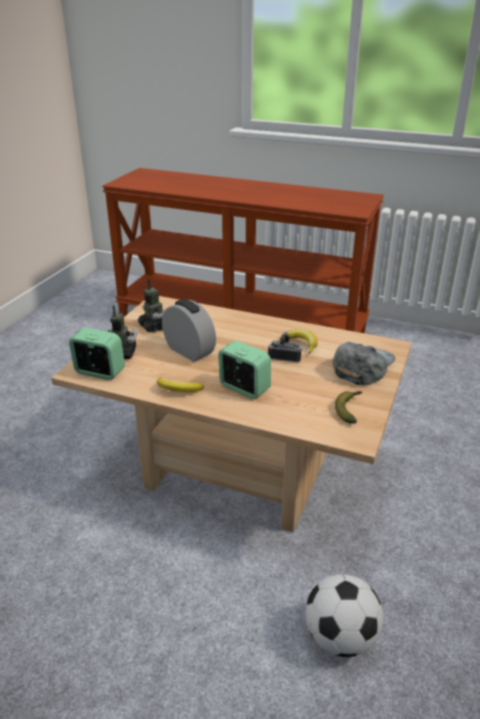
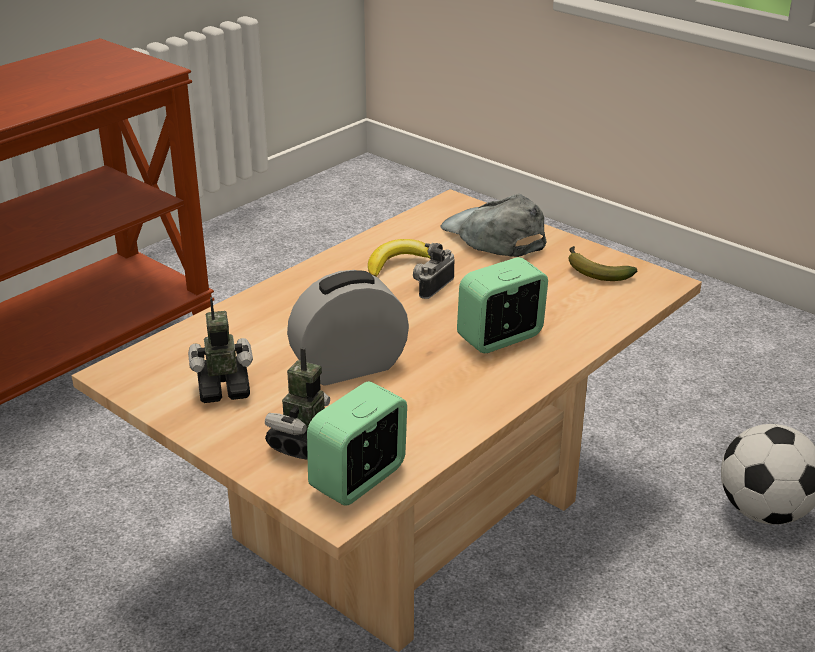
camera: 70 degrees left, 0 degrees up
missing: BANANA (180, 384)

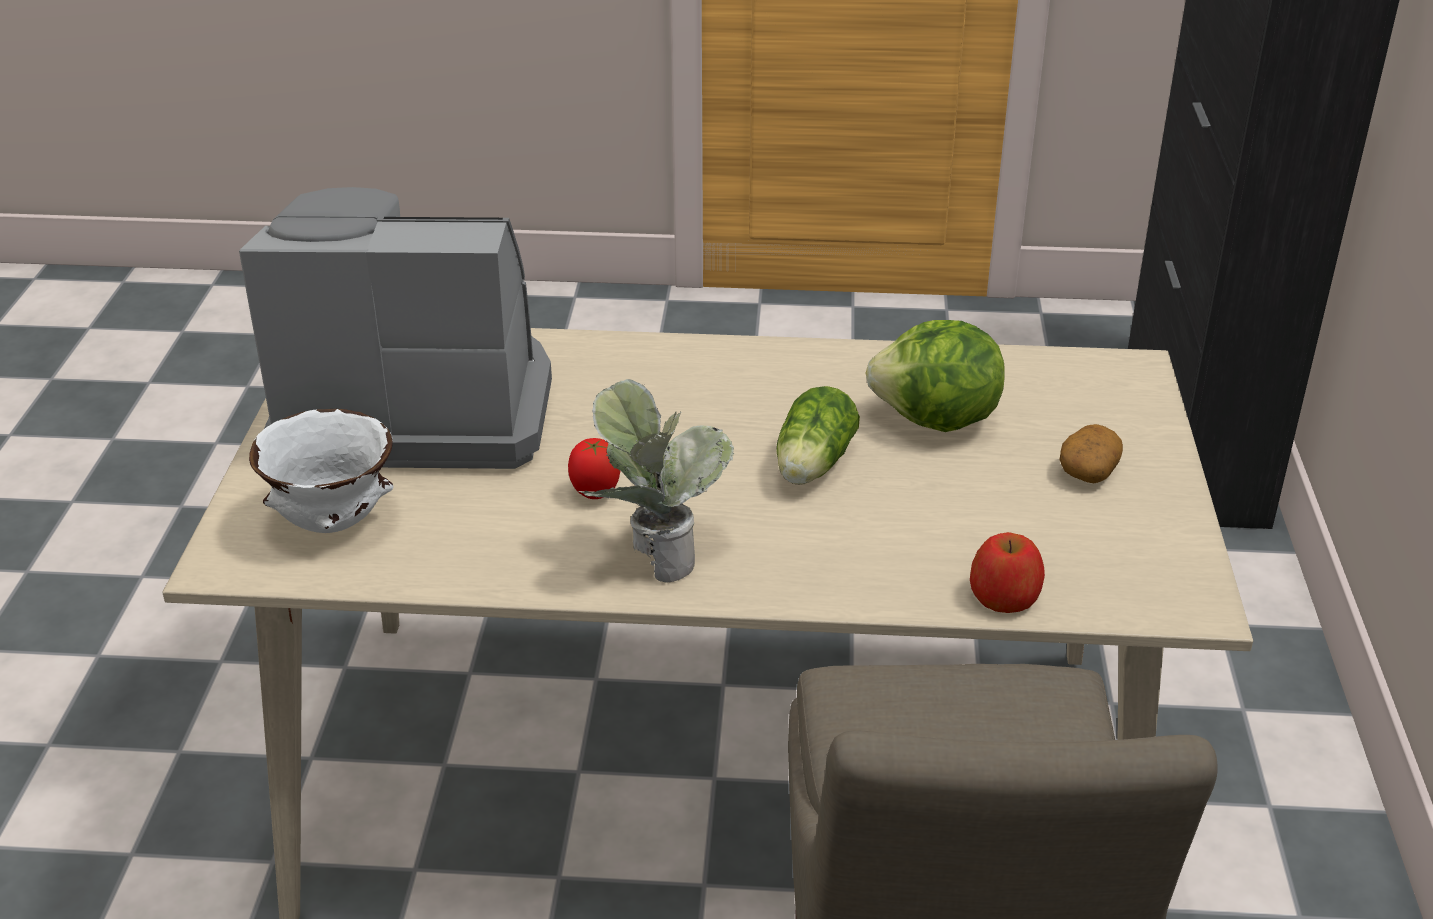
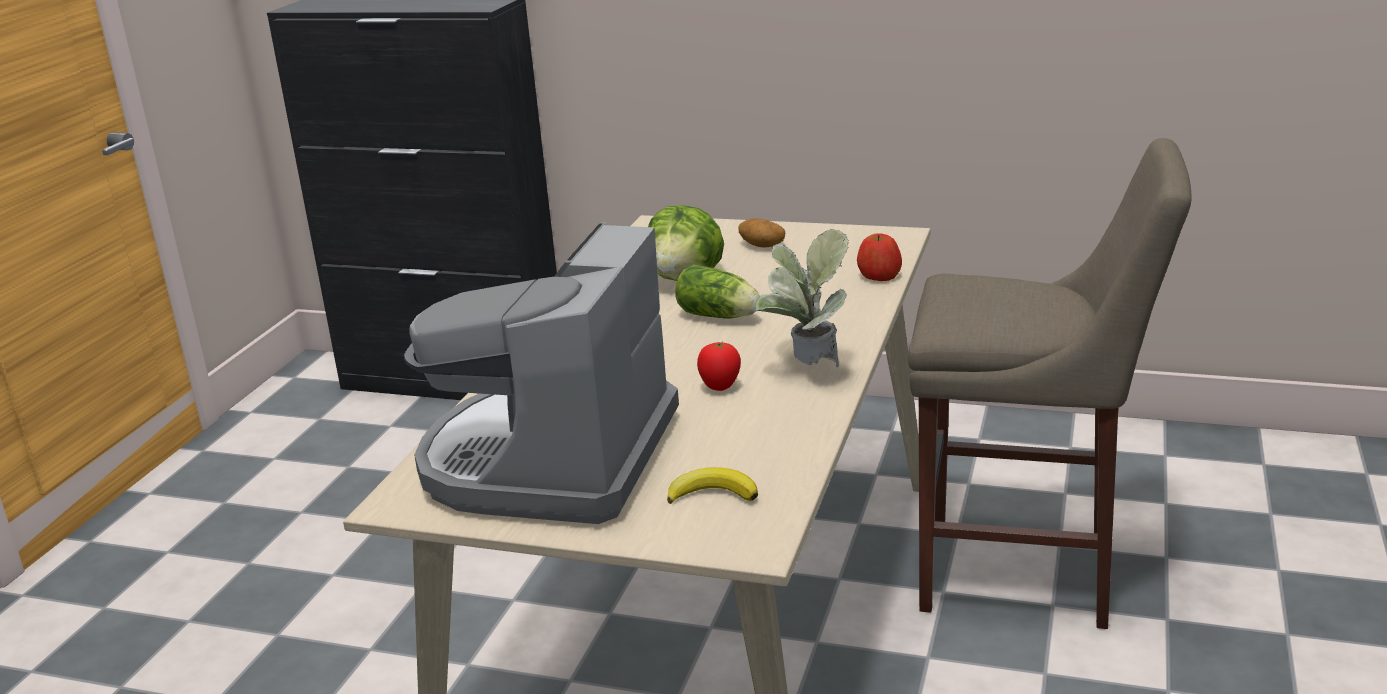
camera: 75 degrees left, 10 degrees down
exchanged: WHITE BOWL (321, 471) to BANANA (712, 485)

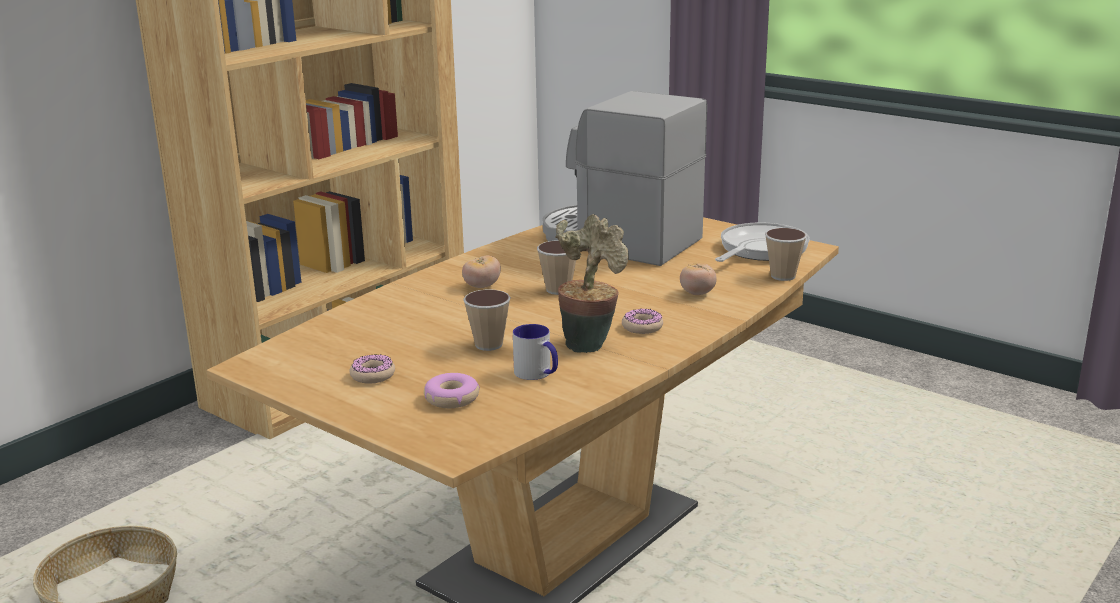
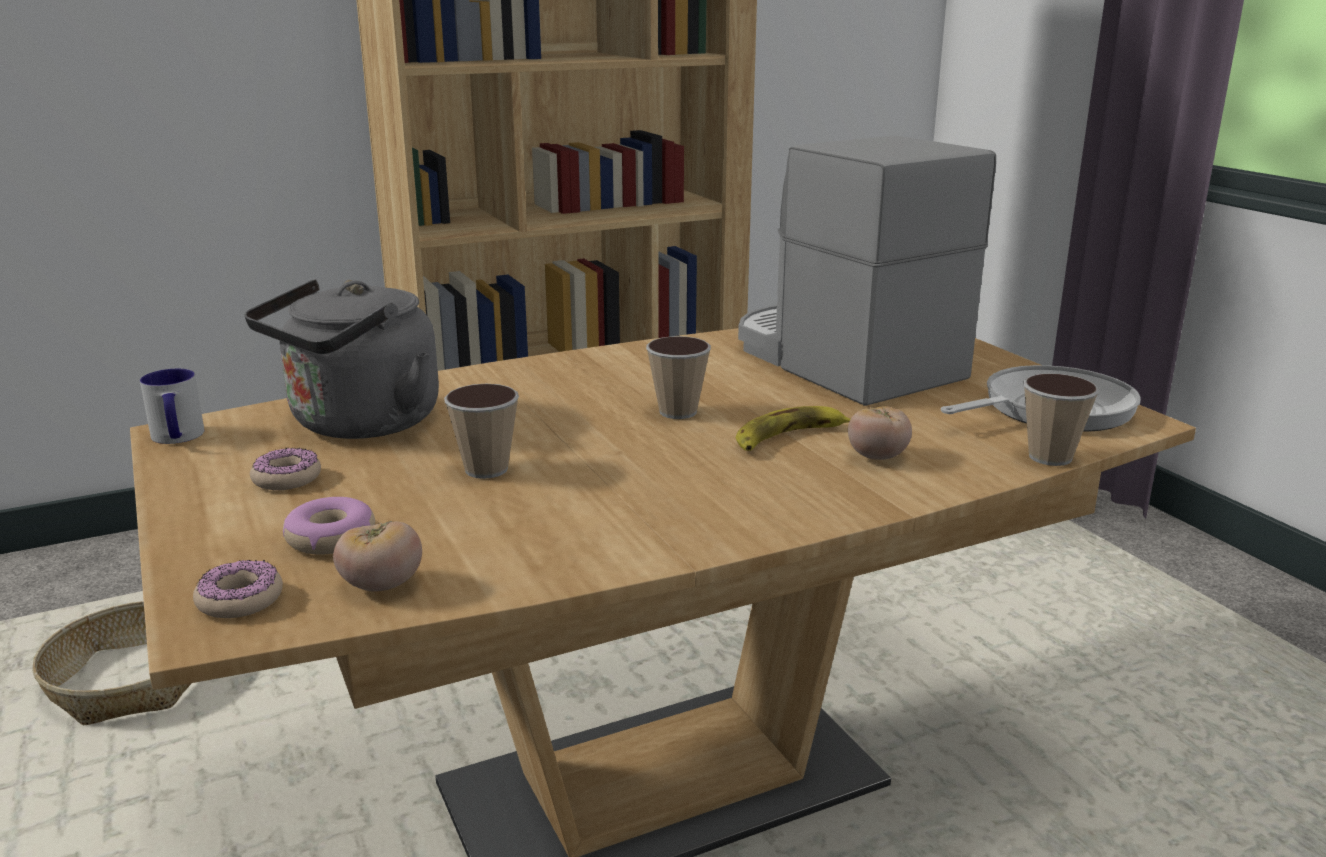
camera: 25 degrees right, 0 degrees up
missing: POTTED PLANT (592, 283)
appeared: GREY KETTLE (342, 359); BANANA (793, 428)
relocated: MUG (535, 352) to (172, 406); DONUT (642, 321) to (238, 589); TOMATO (481, 272) to (377, 556)

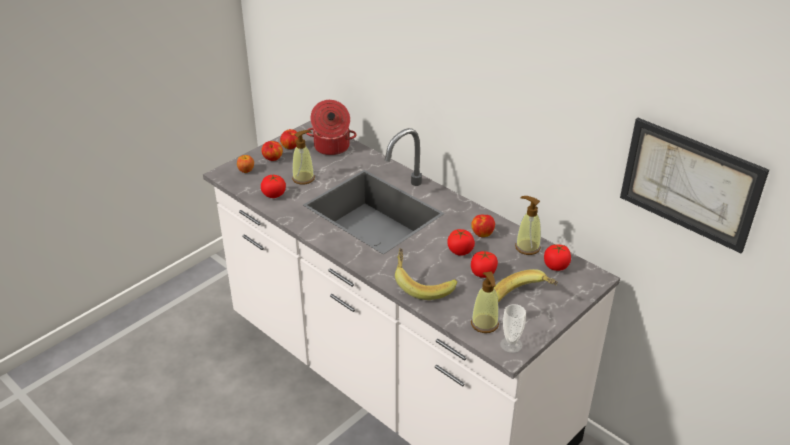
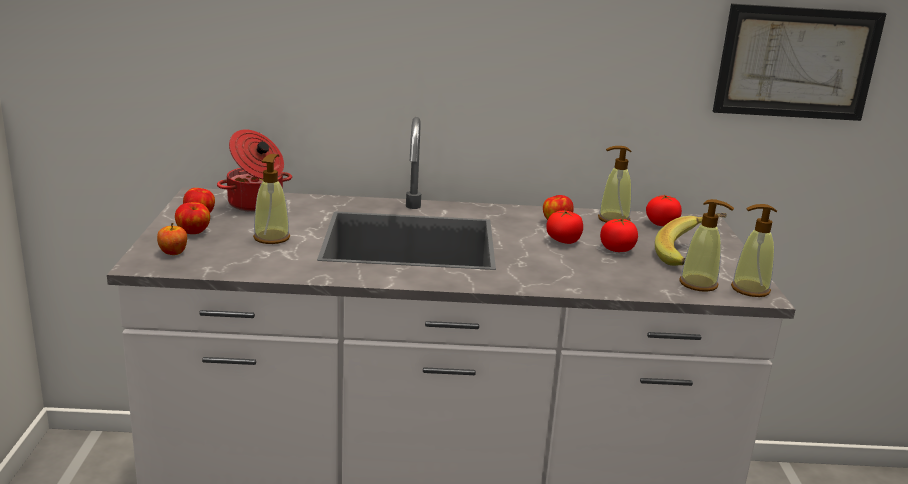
camera: 45 degrees left, 15 degrees down
missing: TOMATO (273, 186); BANANA (426, 274)
exchanged: CUP (513, 328) to SOAP DISPENSER (754, 250)

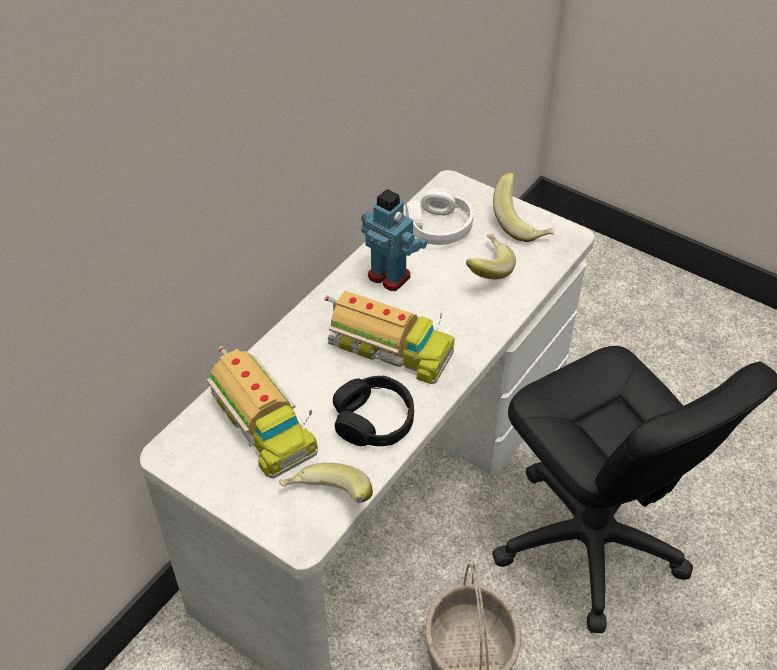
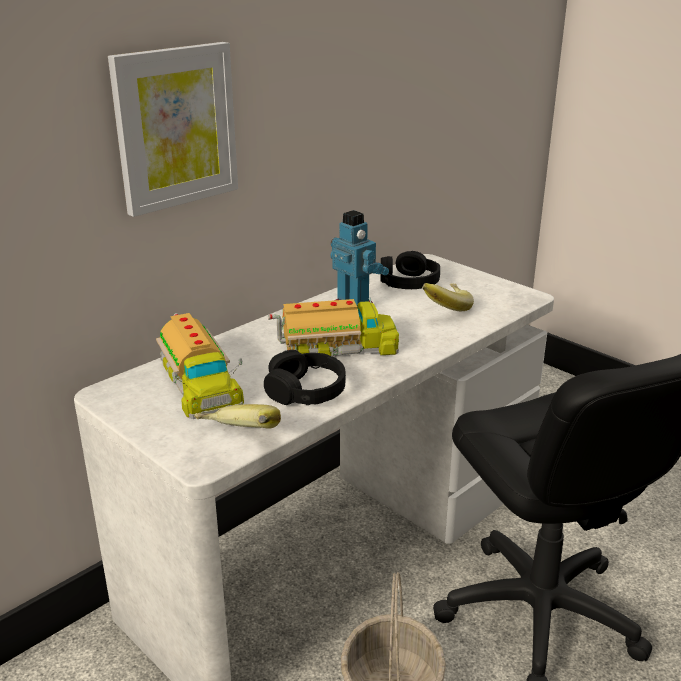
camera: 10 degrees right, 20 degrees down
missing: BANANA (523, 207)
appeared: PICTURE (173, 129)
colour: WHITE HEADPHONES (439, 216) to BLACK HEADPHONES (410, 270)
spun: TOY TRUCK (389, 337) = (333, 327) 45 degrees counterclockwise

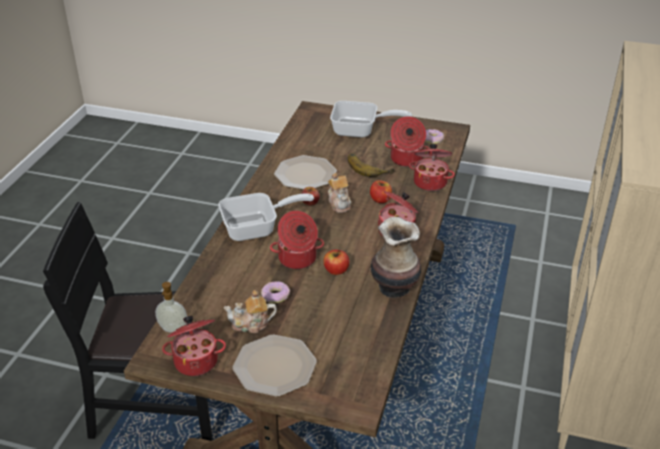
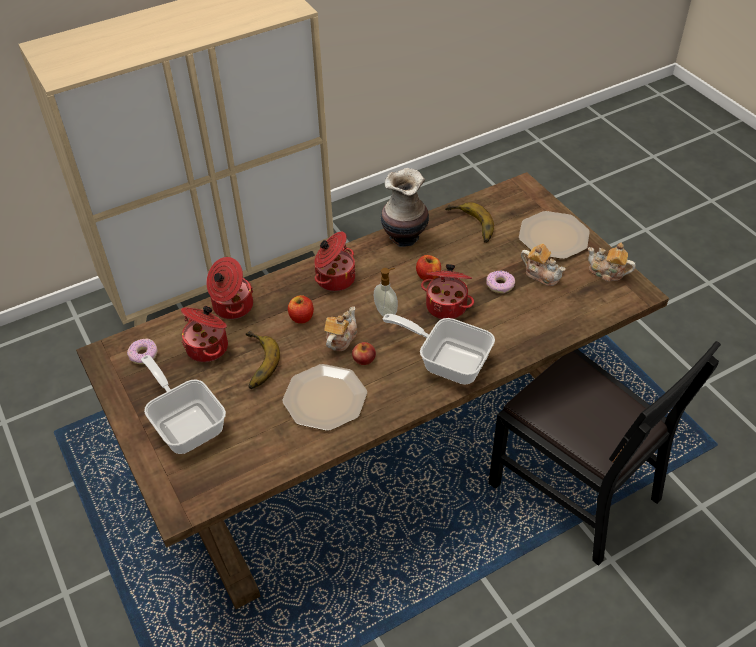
camera: 135 degrees left, 10 degrees up
appeared: BANANA (469, 222)
relocated: SOAP DISPENSER (171, 307) to (386, 292)
exchanged: COOKING POT (194, 345) to TEAPOT (612, 262)

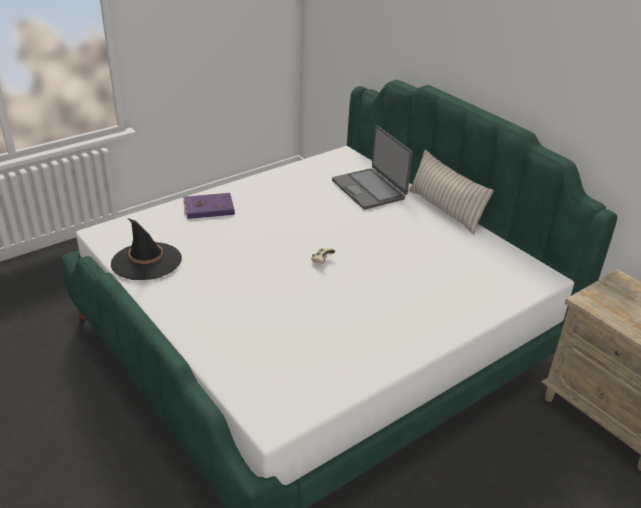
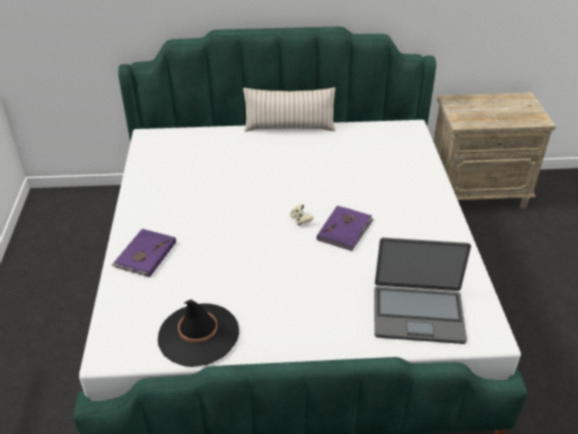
camera: 55 degrees left, 5 degrees up
appeared: PURPLE BOOK (345, 228)
relocated: LAPTOP (372, 167) to (422, 291)

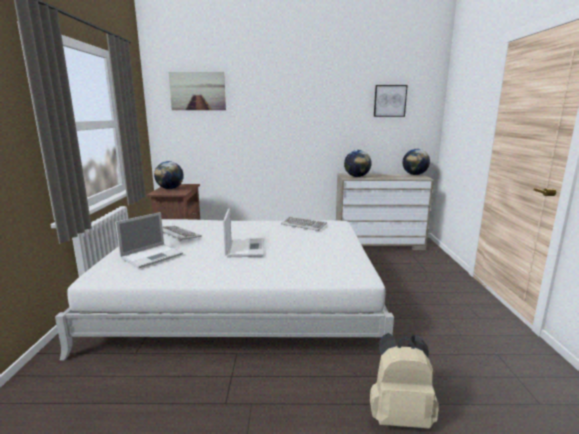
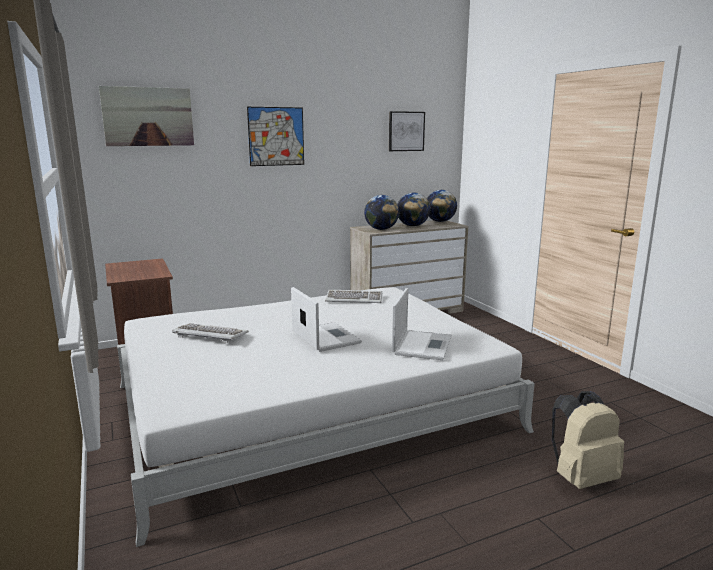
camera: 25 degrees left, 0 degrees up
appeared: PICTURE (275, 136)
relocated: LAPTOP (149, 240) to (422, 324); GLOBE (169, 175) to (413, 209)

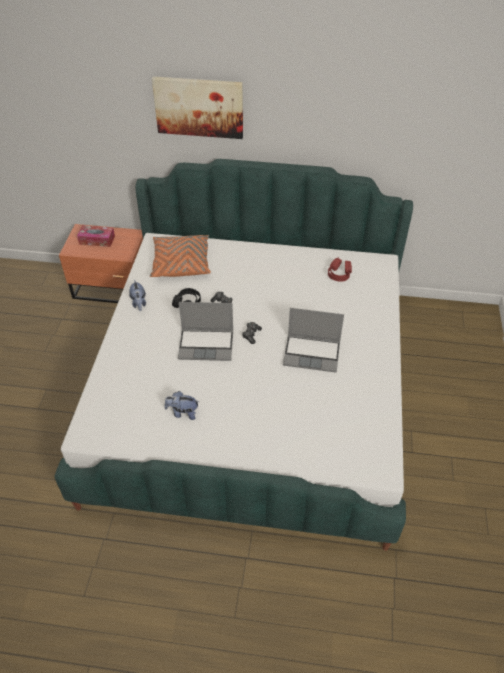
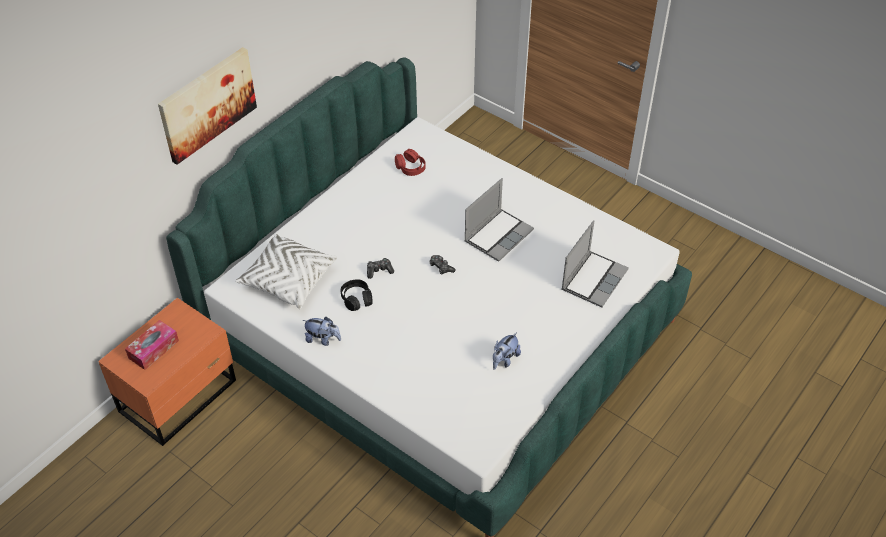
camera: 60 degrees left, 0 degrees up
relocated: LAPTOP (205, 331) to (595, 263)
colour: ORANGE PILLOW (180, 256) to WHITE PILLOW (286, 271)

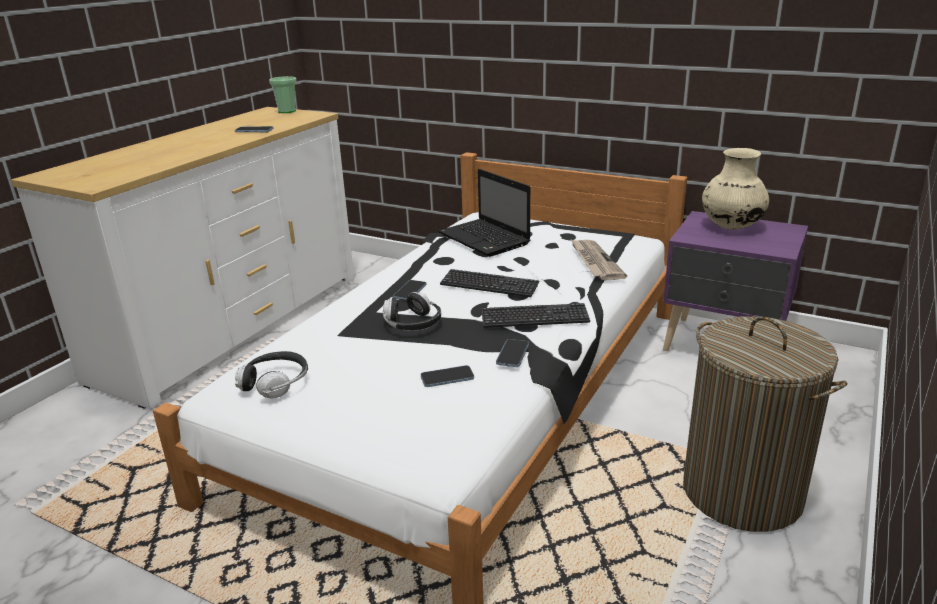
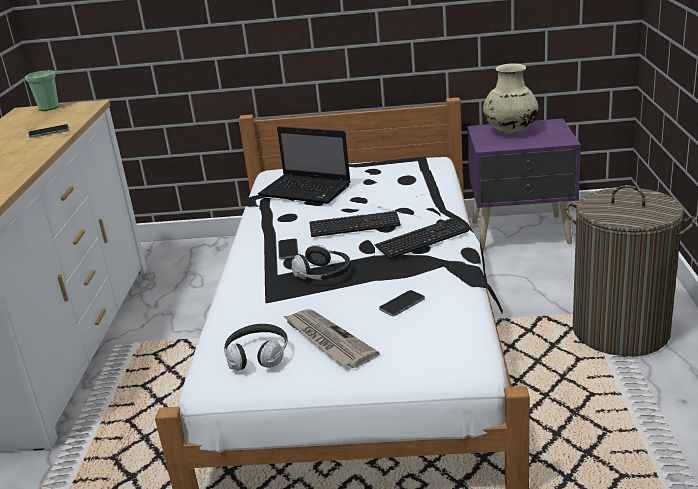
camera: 25 degrees left, 0 degrees up
missing: PHONE (512, 353)
relocated: NEWSPAPER (599, 260) to (331, 338)

